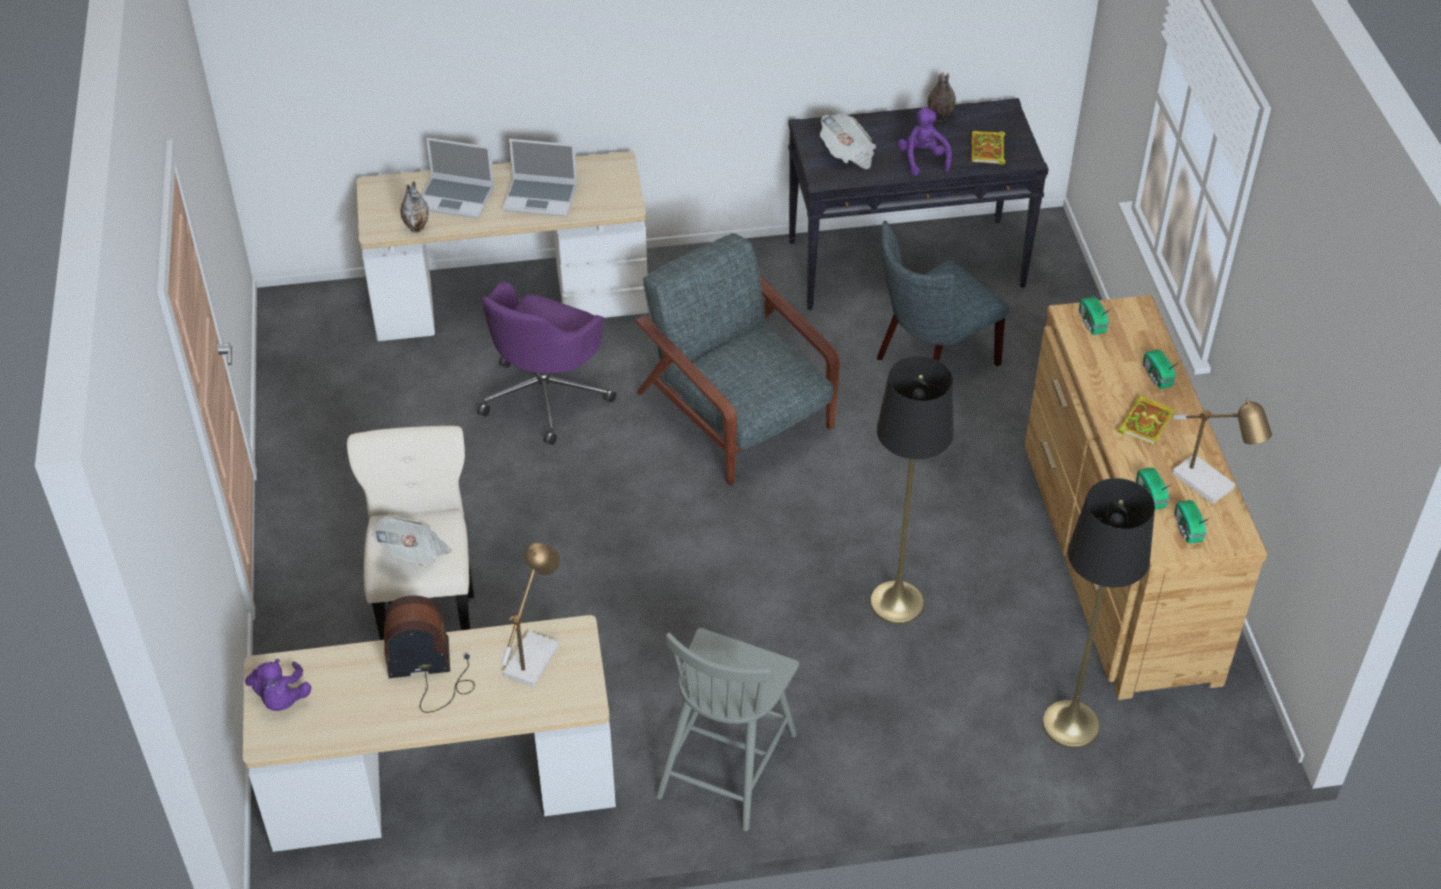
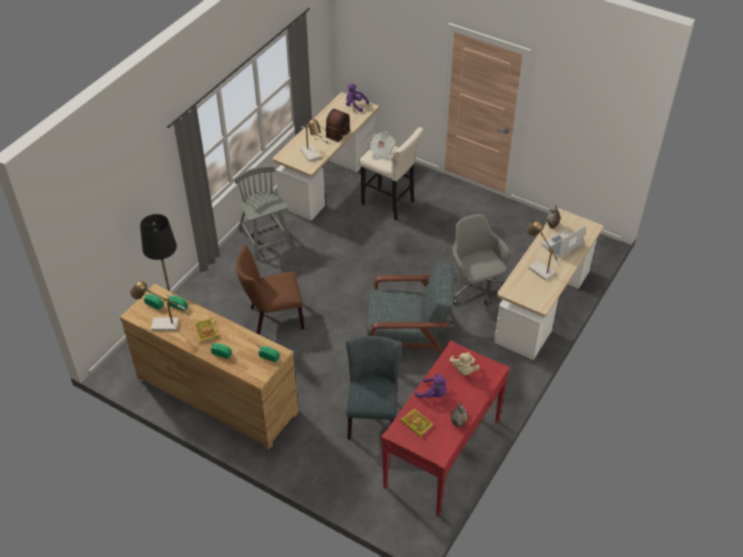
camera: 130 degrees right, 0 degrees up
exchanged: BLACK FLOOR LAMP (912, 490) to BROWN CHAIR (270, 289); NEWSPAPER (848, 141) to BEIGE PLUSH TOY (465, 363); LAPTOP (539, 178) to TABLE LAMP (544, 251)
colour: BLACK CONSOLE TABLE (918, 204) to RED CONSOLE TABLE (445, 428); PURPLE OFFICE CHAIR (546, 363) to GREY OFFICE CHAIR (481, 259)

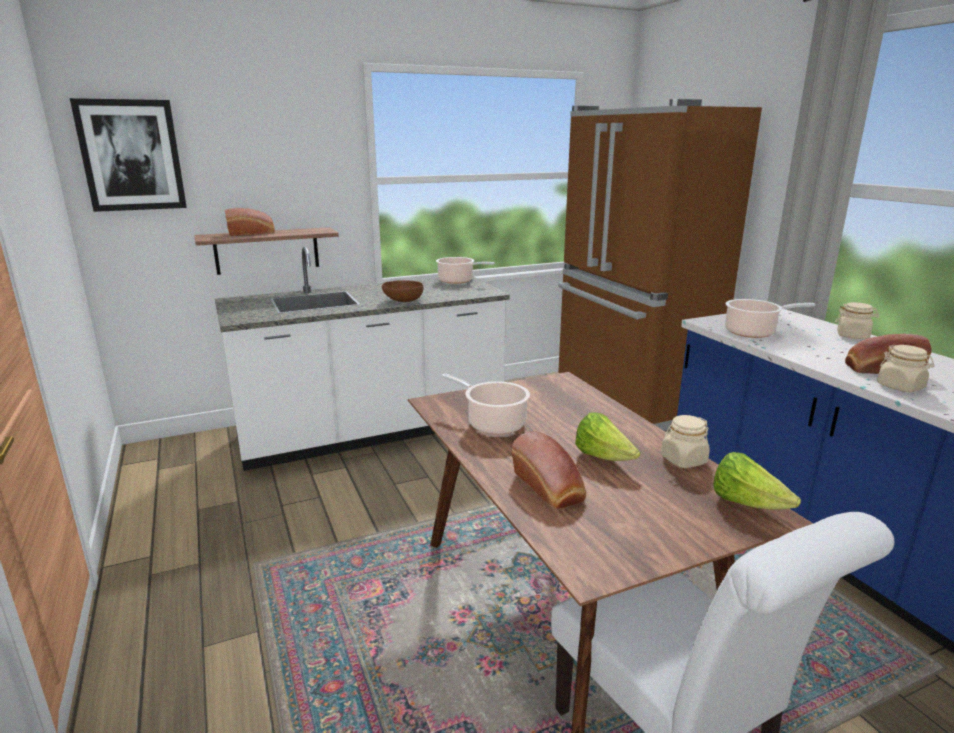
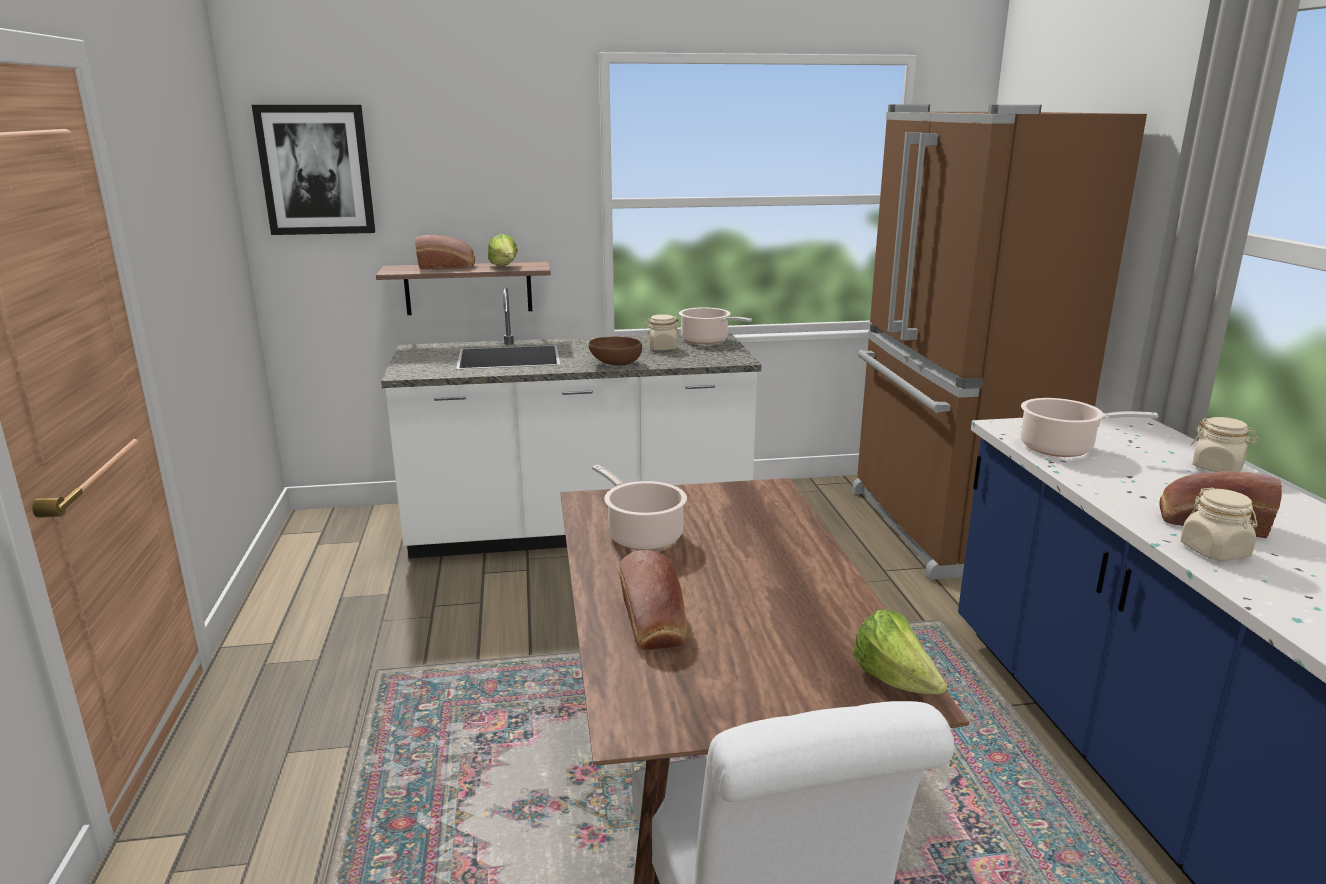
camera: 15 degrees right, 0 degrees up
relocated: LETTUCE (607, 436) to (503, 250); BEIGE JAR (685, 441) to (662, 332)

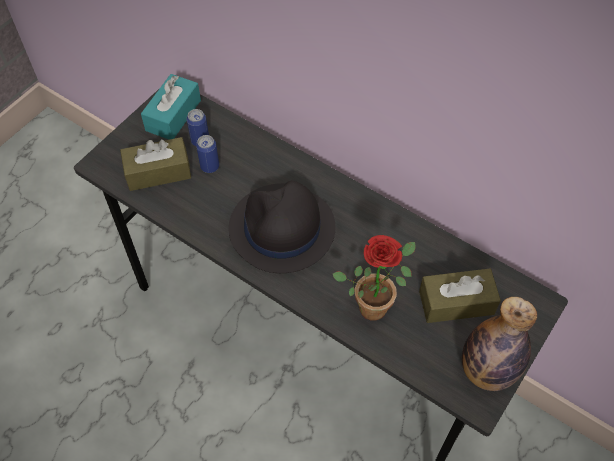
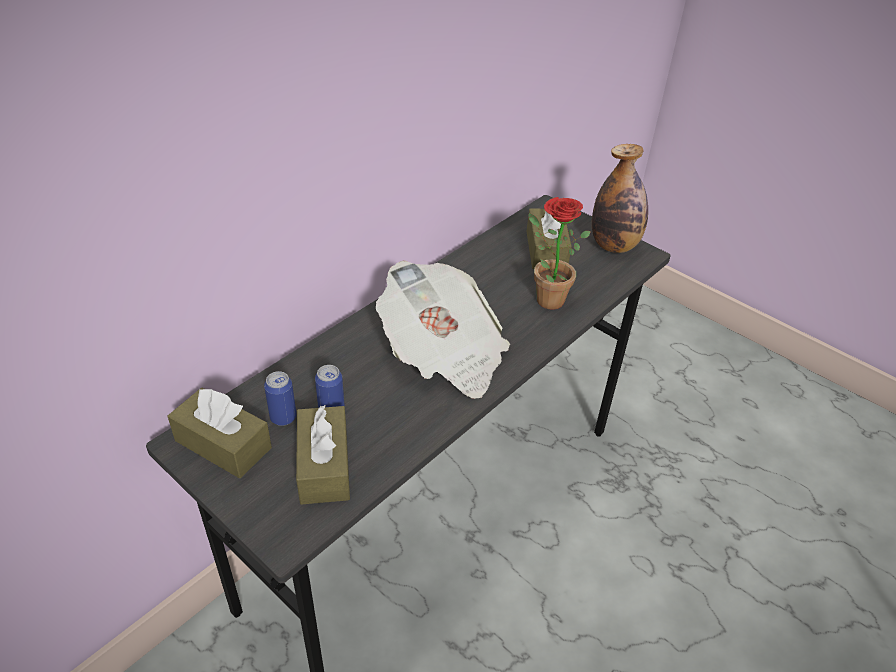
camera: 85 degrees left, 15 degrees down
exchanged: BLACK HAT (282, 227) to NEWSPAPER (443, 330)
colour: TURQUOISE TISSUE BOX (171, 107) to BROWN TISSUE BOX (220, 433)

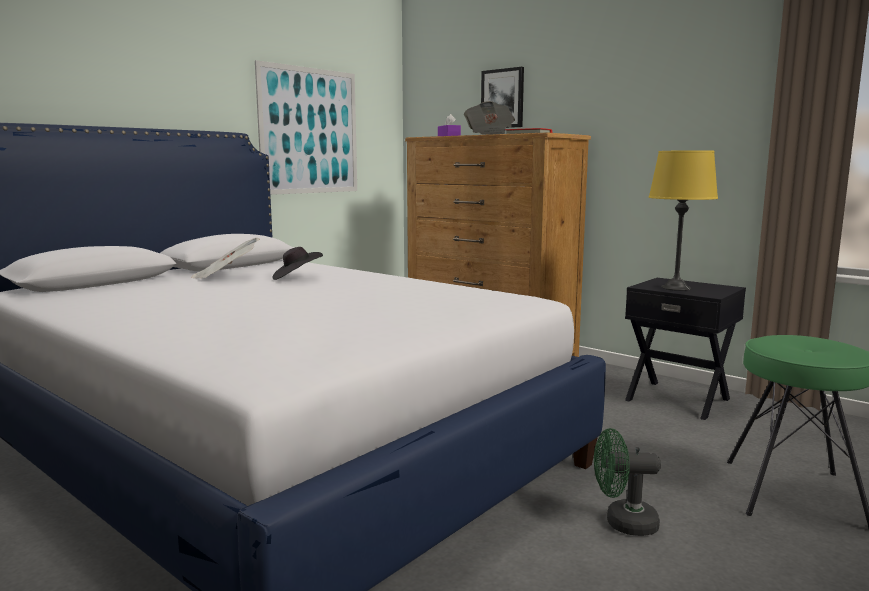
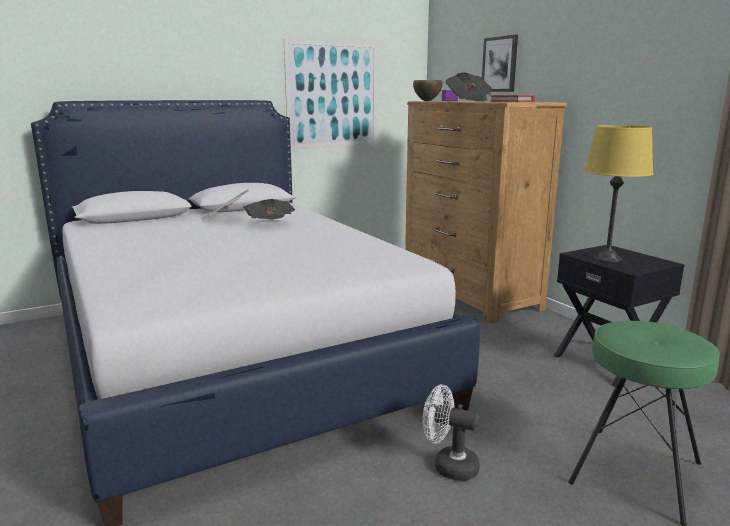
camera: 20 degrees right, 5 degrees up
appeared: BROWN BOWL (428, 90)
exchanged: BLACK HAT (297, 263) to NEWSPAPER (269, 209)
colour: GREEN FAN (627, 482) to WHITE FAN (451, 433)

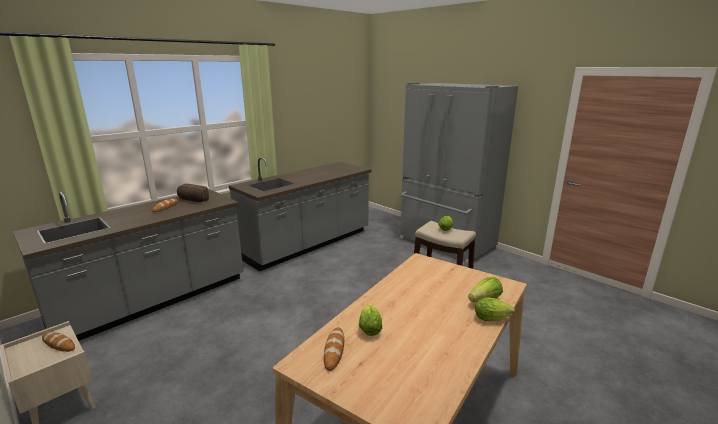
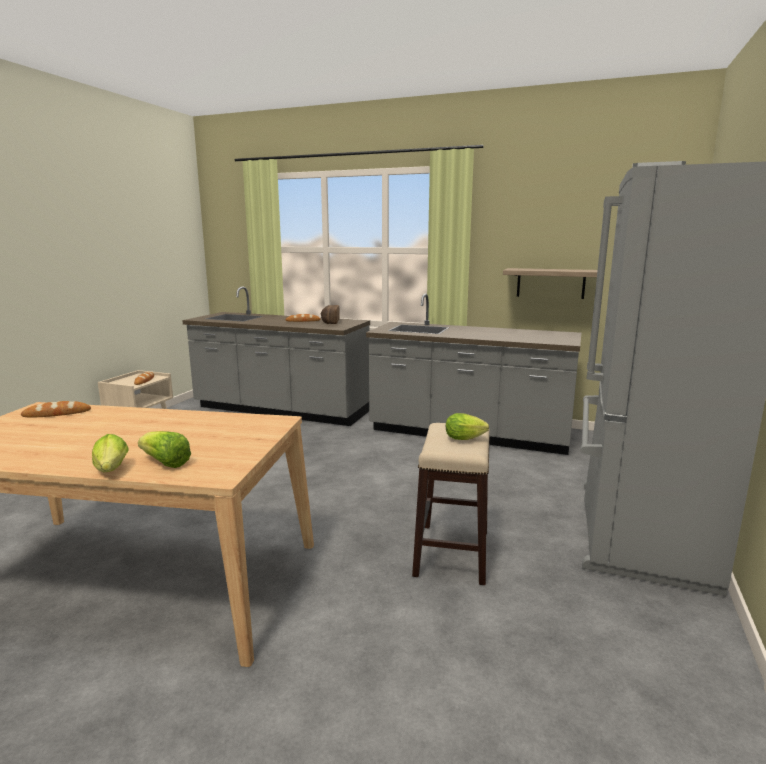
camera: 65 degrees right, 5 degrees down
missing: LETTUCE (370, 320)
appeared: SHELF (550, 283)

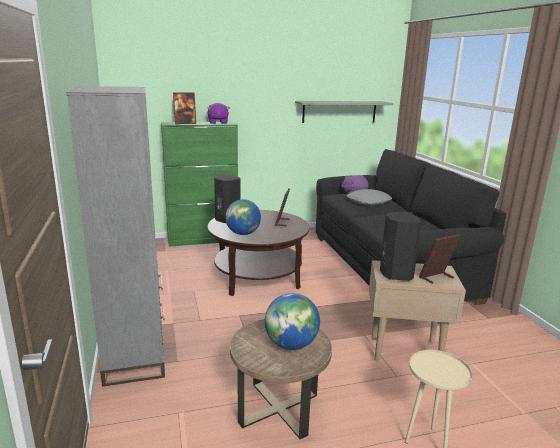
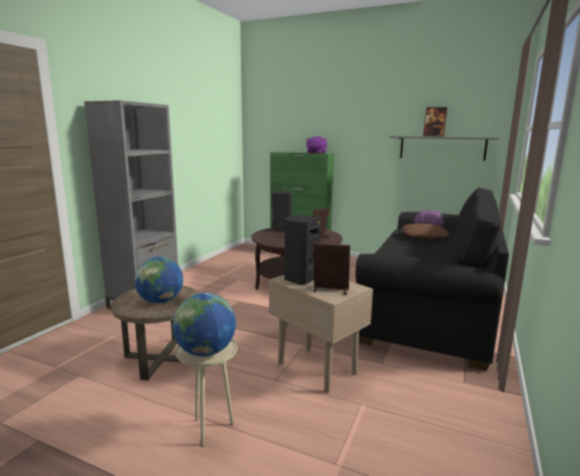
camera: 40 degrees right, 5 degrees down
relocated: GLOBE (243, 217) to (204, 325); PICTURE FRAME (184, 108) to (435, 122)
colour: GREY PILLOW (369, 197) to BROWN PILLOW (425, 231)

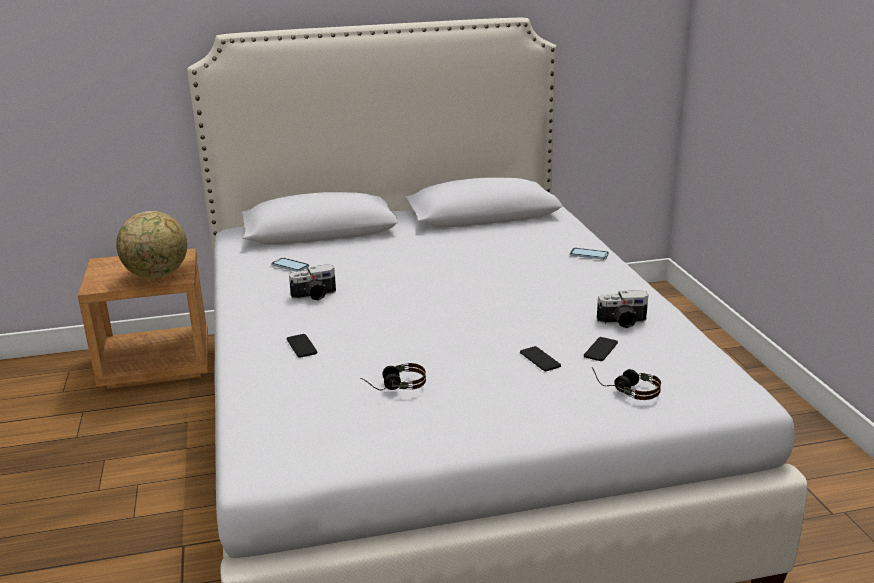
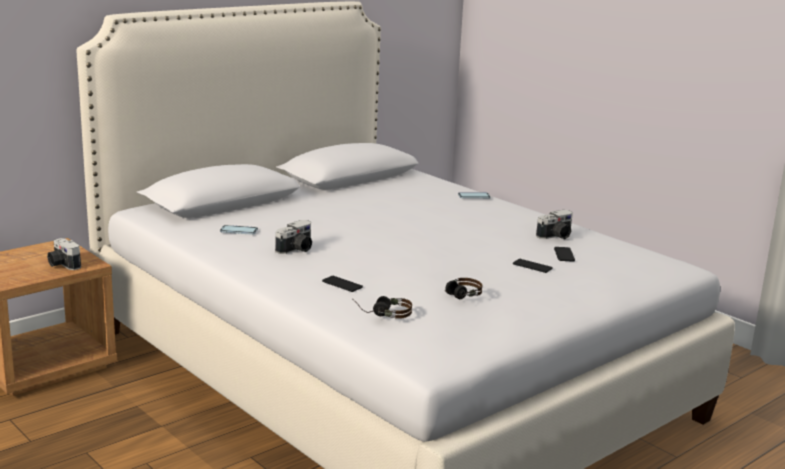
camera: 30 degrees left, 5 degrees down
relocated: HEADPHONES (626, 383) to (382, 307)
exchanged: GLOBE (151, 244) to PHOTO CAMERA (64, 254)

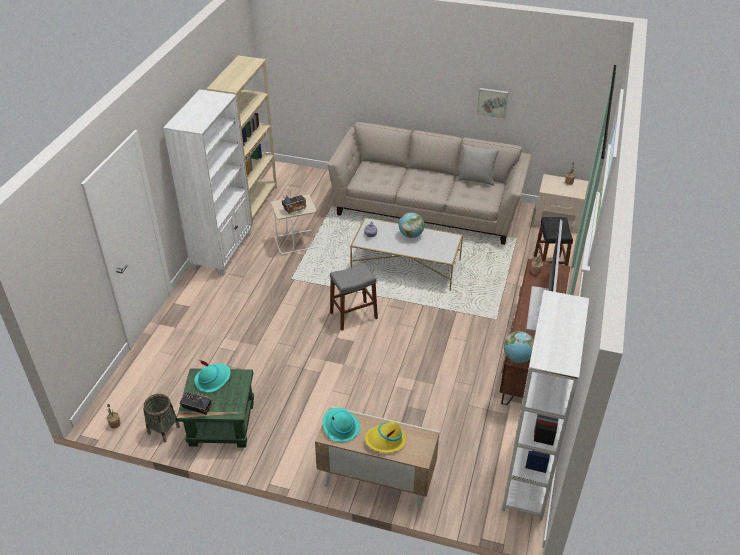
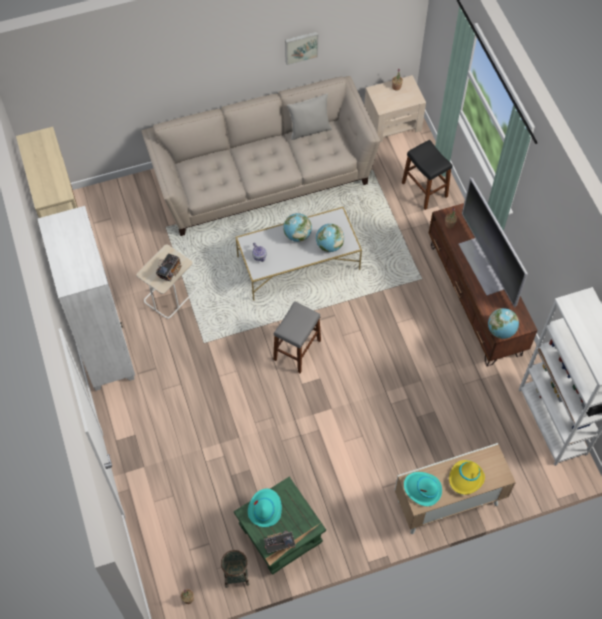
camera: 35 degrees left, 20 degrees up
appeared: GLOBE (330, 238)

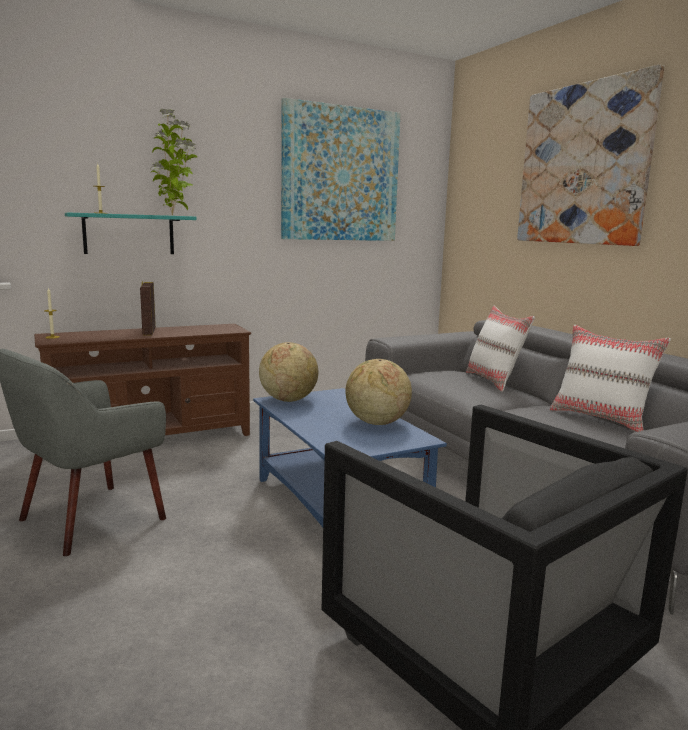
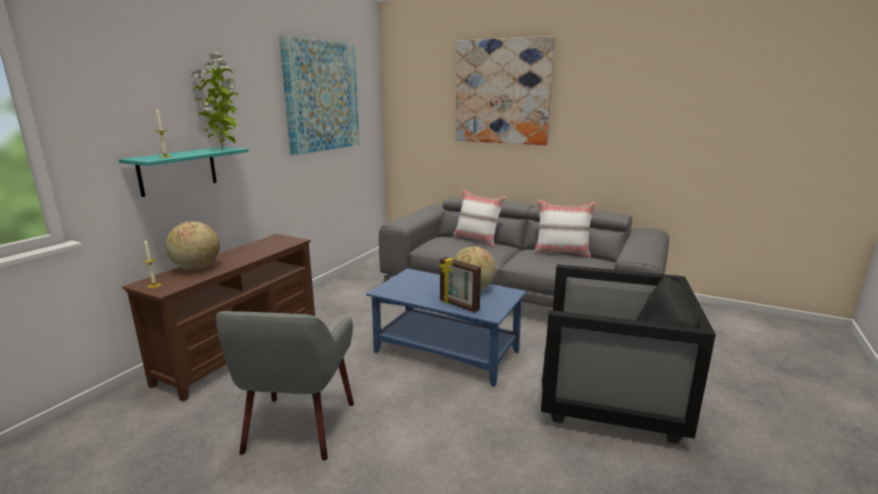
camera: 35 degrees left, 5 degrees up
relocated: GLOBE (288, 372) to (192, 245); PICTURE FRAME (148, 308) to (460, 284)

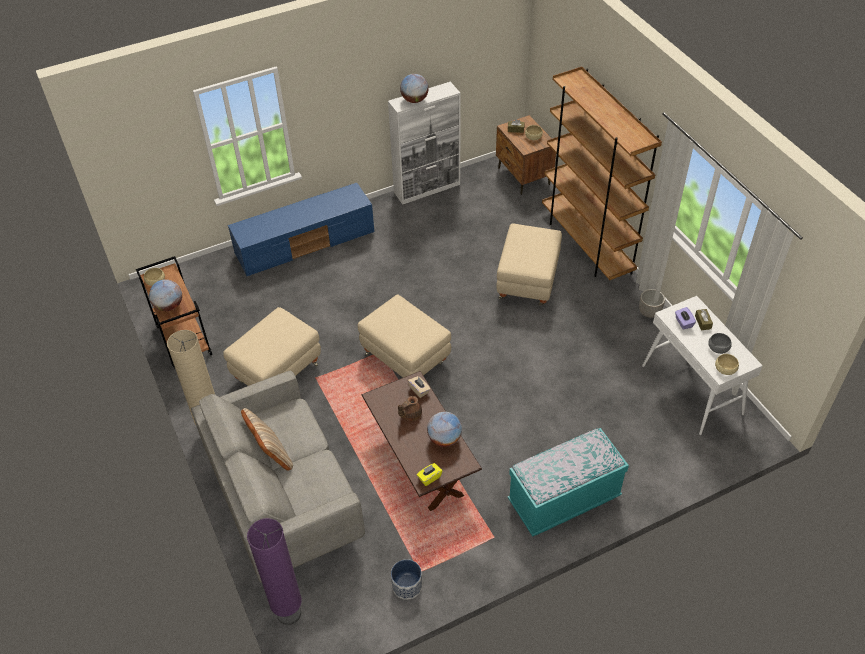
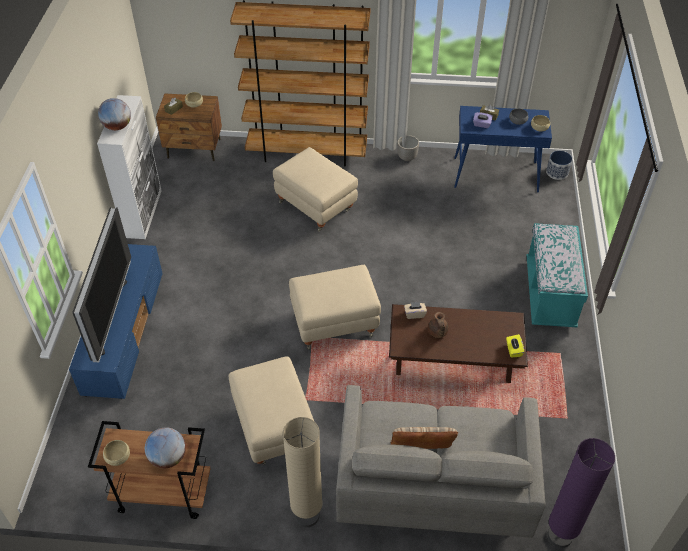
camera: 60 degrees left, 0 degrees up
missing: GLOBE (444, 429)
appeared: TELEVISION (101, 284)
relocated: PLANTER (406, 579) to (559, 165)
colour: WHITE CONSOLE TABLE (702, 365) to BLUE CONSOLE TABLE (503, 149)

